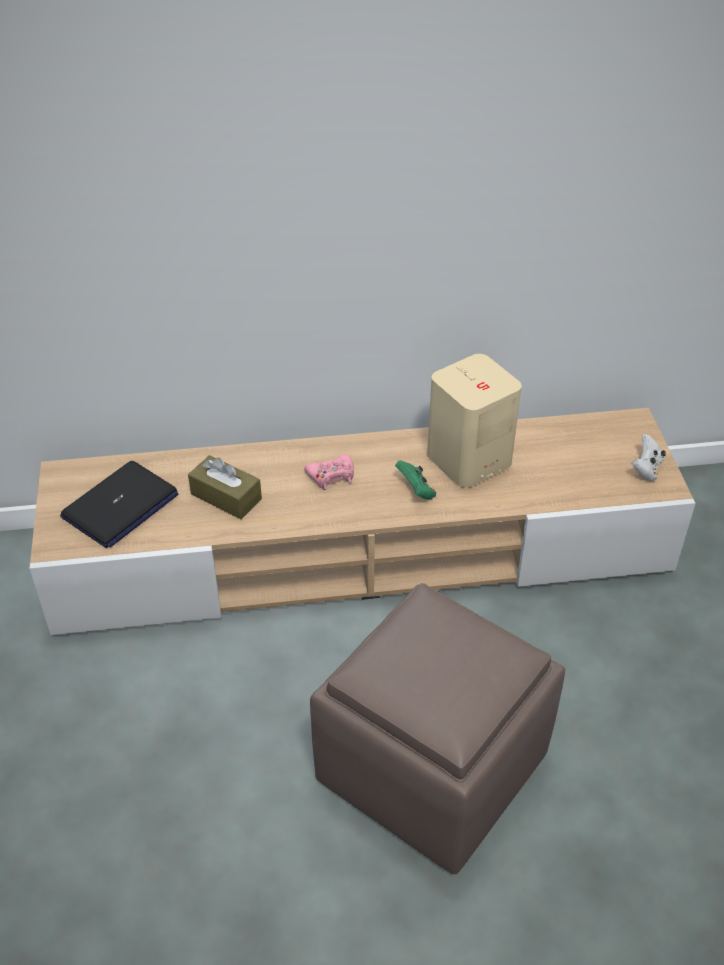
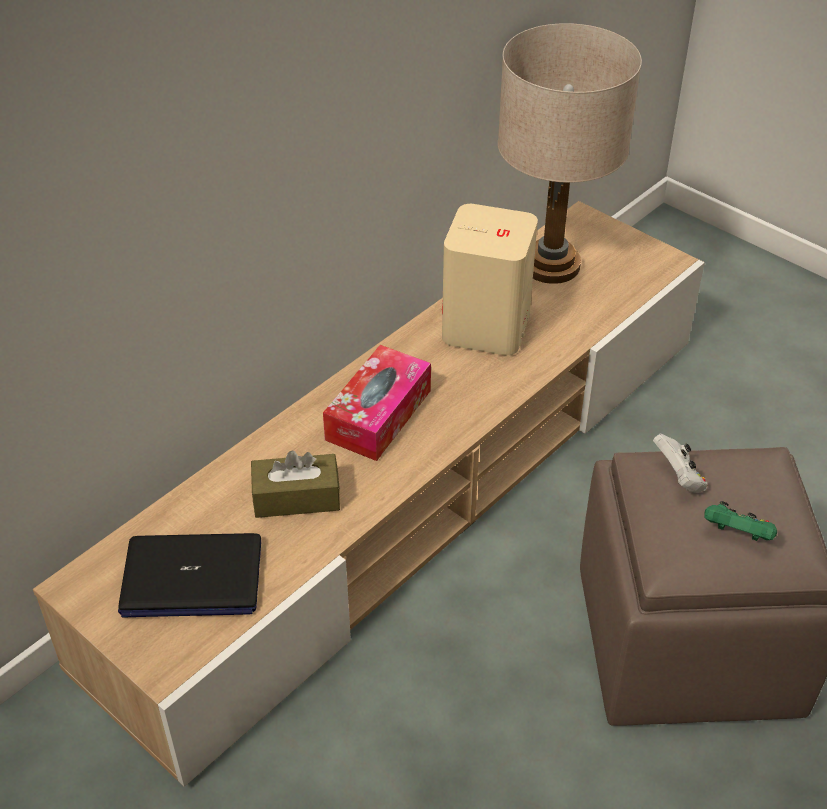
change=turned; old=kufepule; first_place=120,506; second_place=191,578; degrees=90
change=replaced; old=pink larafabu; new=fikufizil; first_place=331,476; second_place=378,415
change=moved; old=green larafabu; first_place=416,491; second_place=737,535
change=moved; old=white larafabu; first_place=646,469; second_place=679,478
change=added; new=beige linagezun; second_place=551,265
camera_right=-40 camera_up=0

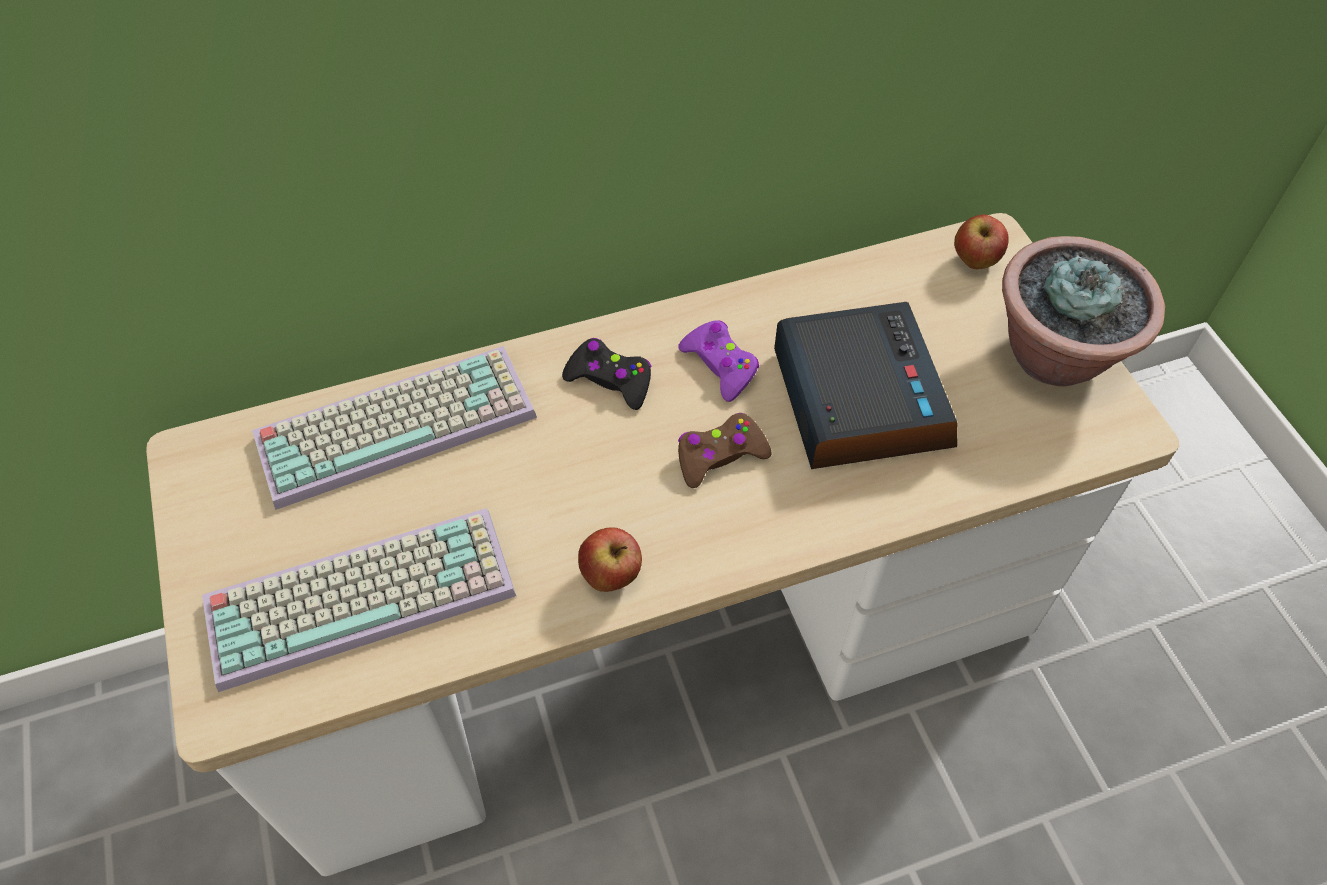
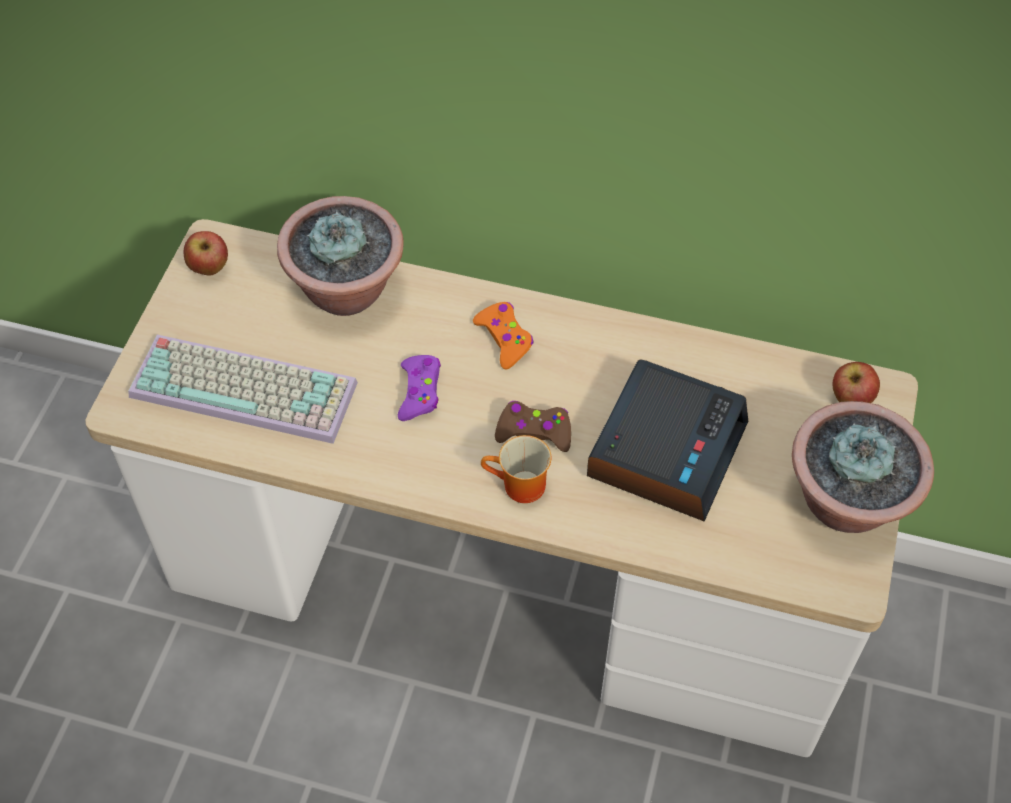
change=replaced; old=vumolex; new=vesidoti; first_place=398,422; second_place=347,291
change=recoloured; old=black larafabu; new=orange larafabu; first_place=610,380; second_place=504,339
change=moved; old=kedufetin; first_place=611,576; second_place=210,269
change=moved; old=purple larafabu; first_place=720,365; second_place=420,392
change=added; new=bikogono; second_place=519,488
camera_right=35 camera_up=0

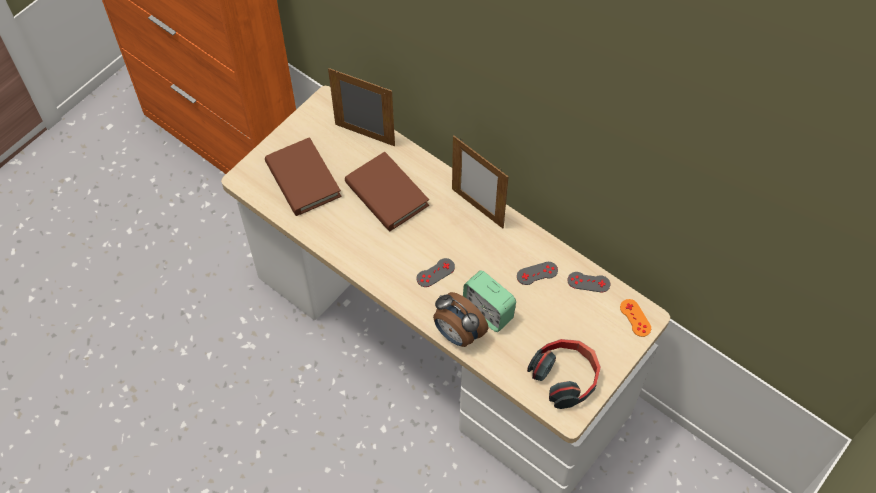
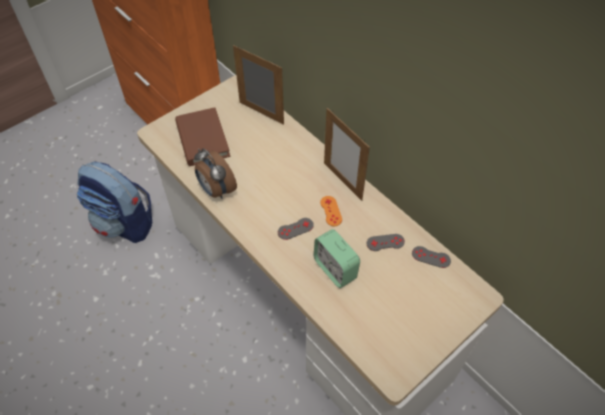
change=removed; old=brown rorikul; first_place=386,194
change=moved; old=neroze; first_place=457,334; second_place=216,190
change=removed; old=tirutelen; first_place=566,376
change=moved; old=orange larafabu; first_place=635,318; second_place=331,211
change=added; new=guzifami; second_place=124,223
camera_right=10 camera_up=-5

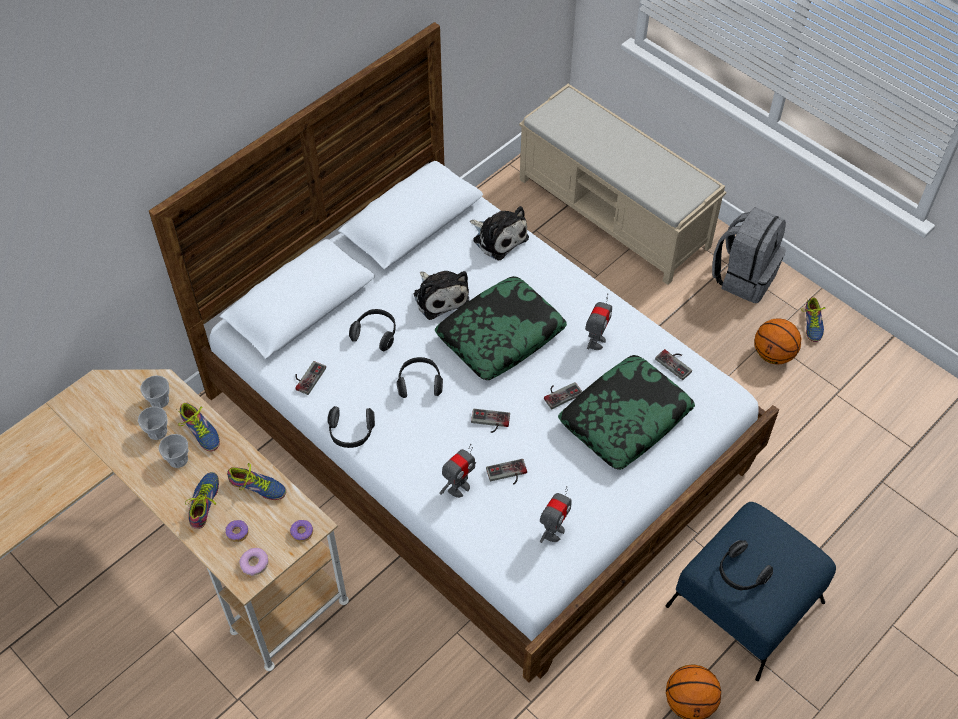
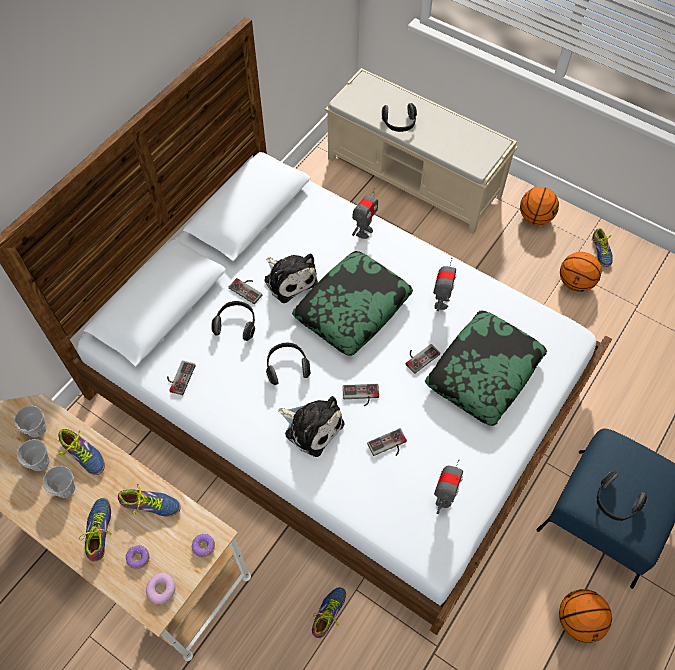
change=moved; old=tirutelen; first_place=351,433; second_place=399,124
change=moved; old=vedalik; first_place=459,488; second_place=364,231
change=moved; old=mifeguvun; first_place=498,237; second_place=311,426
change=moved; old=larafabu; first_place=676,363; second_place=248,289
change=replaced; old=grey guzifami; new=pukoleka; first_place=744,276; second_place=535,217
change=added; new=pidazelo; second_place=330,614
camera_right=-10 camera_up=5

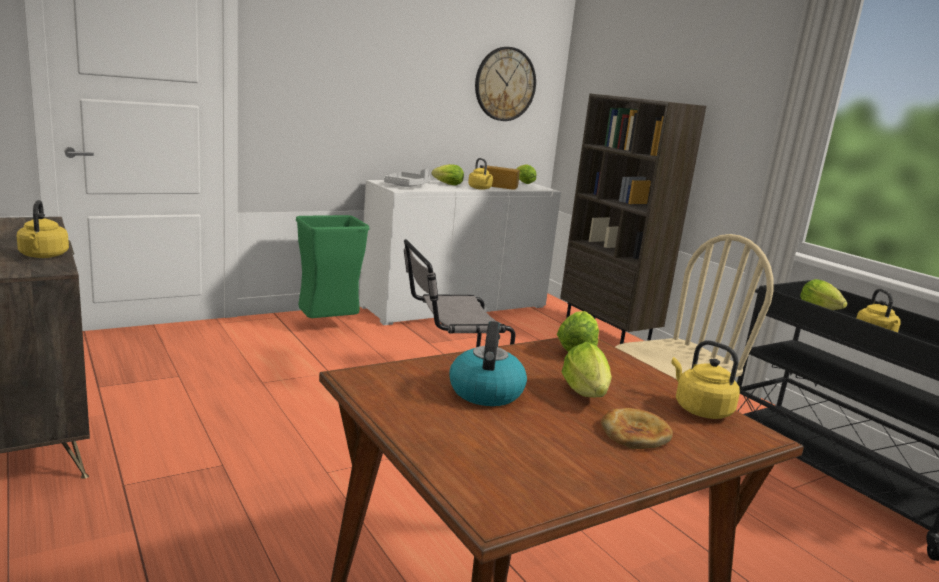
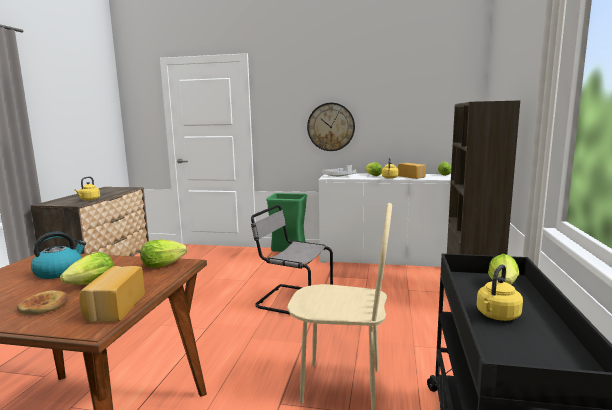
change=moved; old=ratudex; first_place=505,84; second_place=331,127
change=replaced; old=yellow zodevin; new=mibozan; first_place=700,409; second_place=114,307
camera_right=45 camera_up=-5

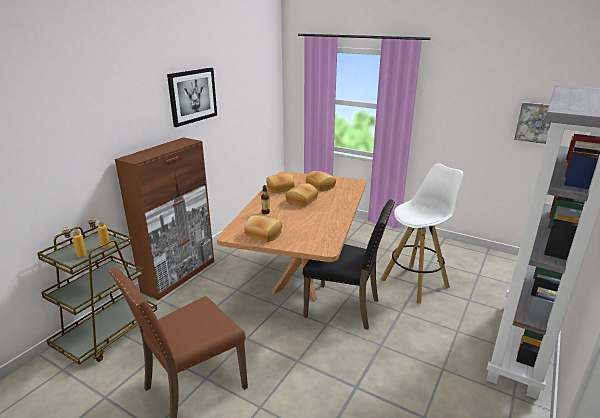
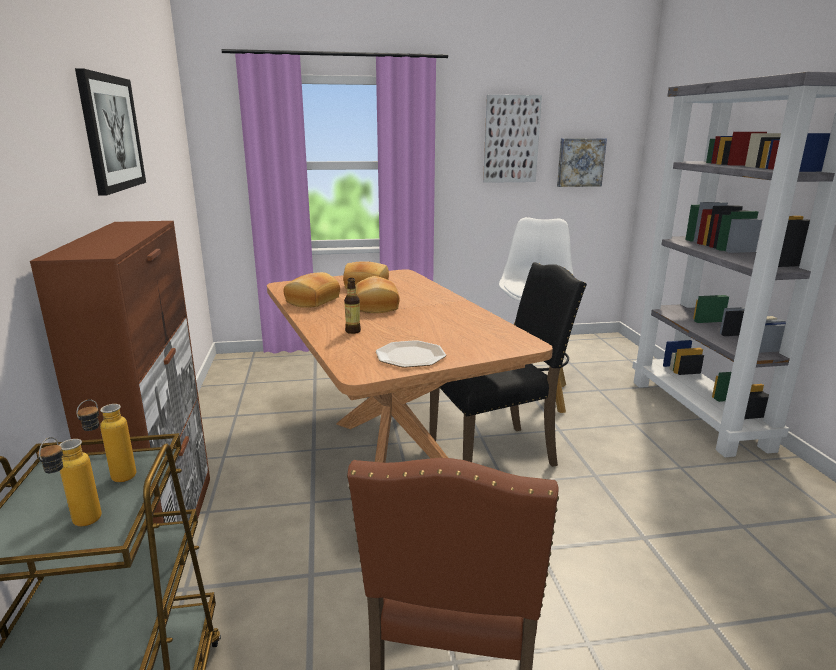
change=replaced; old=mibozan; new=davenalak; first_place=263,235; second_place=410,356
change=added; new=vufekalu; second_place=511,139
camera_right=-40 camera_up=-5

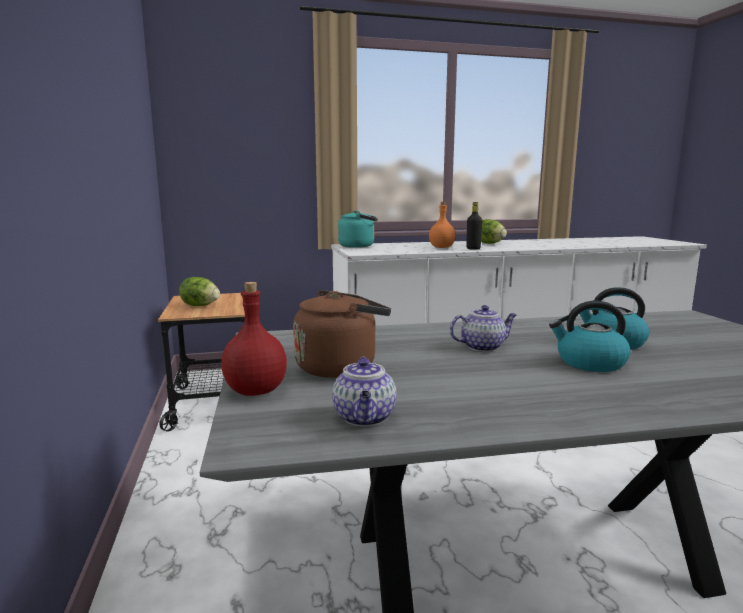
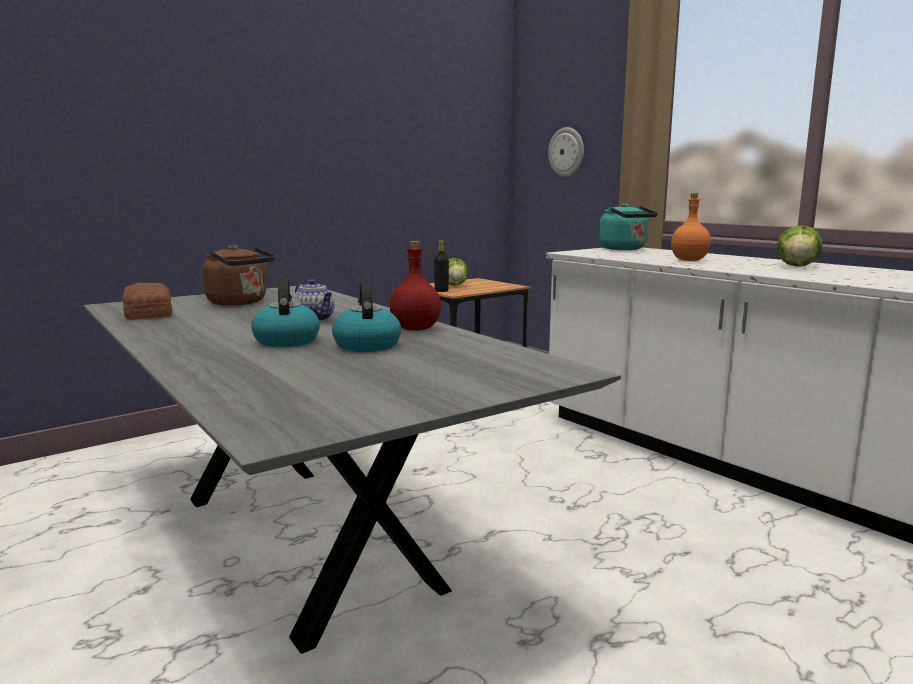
change=moved; old=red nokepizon; first_place=257,391; second_place=416,329
change=replaced; old=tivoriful; new=mibozan; first_place=365,418; second_place=147,313
change=moved; old=black nokepizon; first_place=473,248; second_place=441,291
change=added; new=ratudex; second_place=566,152
camera_right=65 camera_up=0

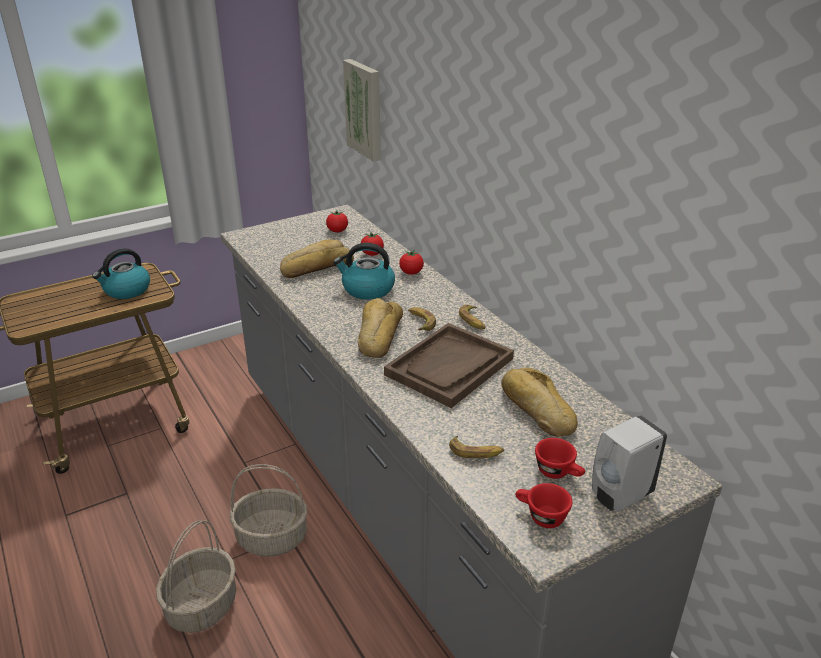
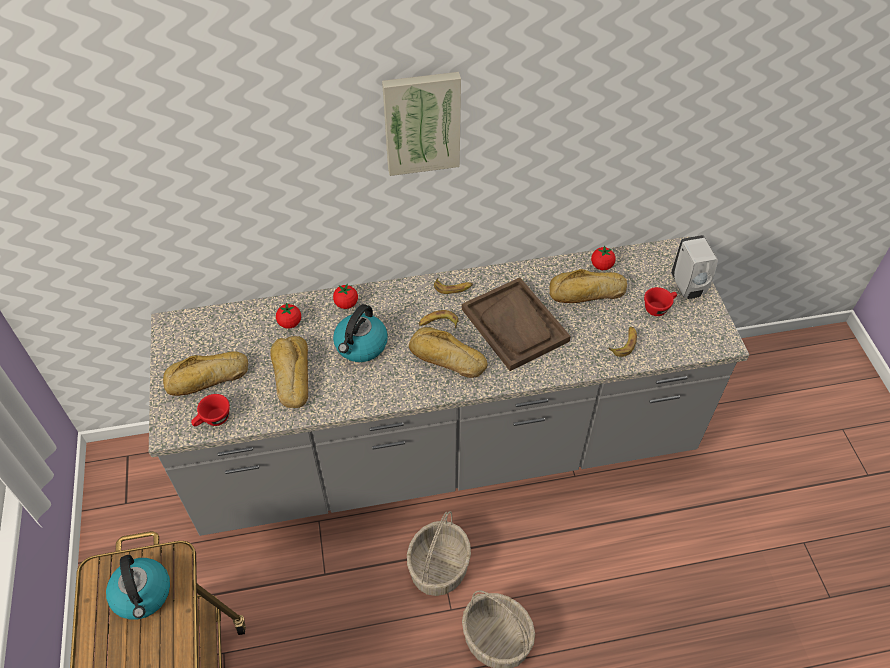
change=moved; old=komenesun; first_place=337,231; second_place=601,266
change=moved; old=vufekalu; first_place=365,109; second_place=421,122
change=moved; old=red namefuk; first_place=540,516; second_place=213,420
change=added; new=mibozan; second_place=208,379
camera_right=-70 camera_up=20

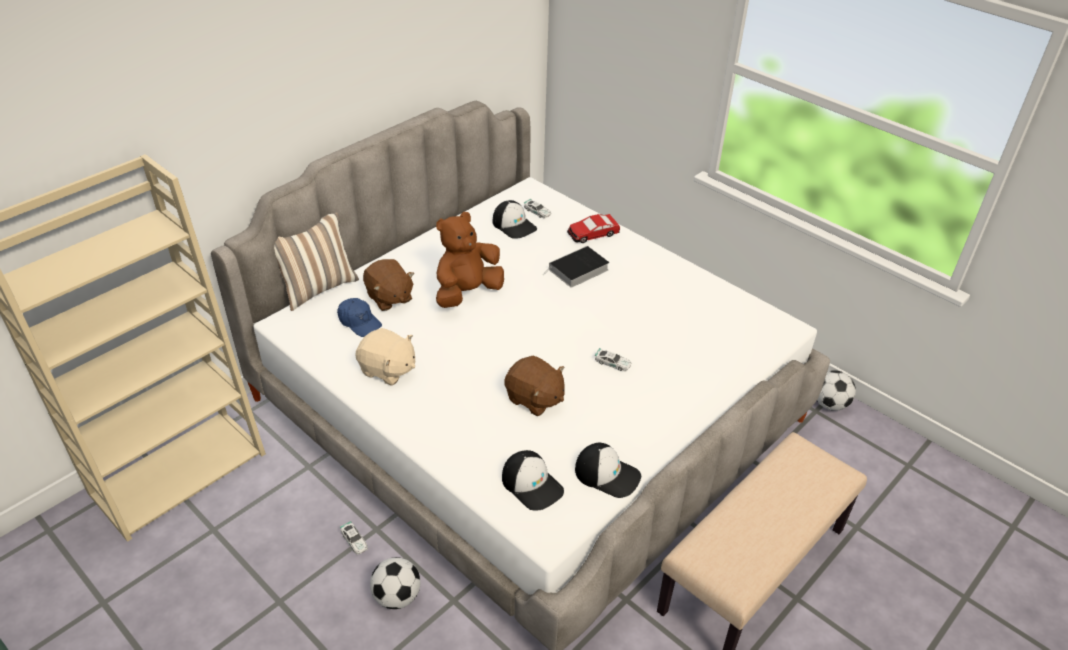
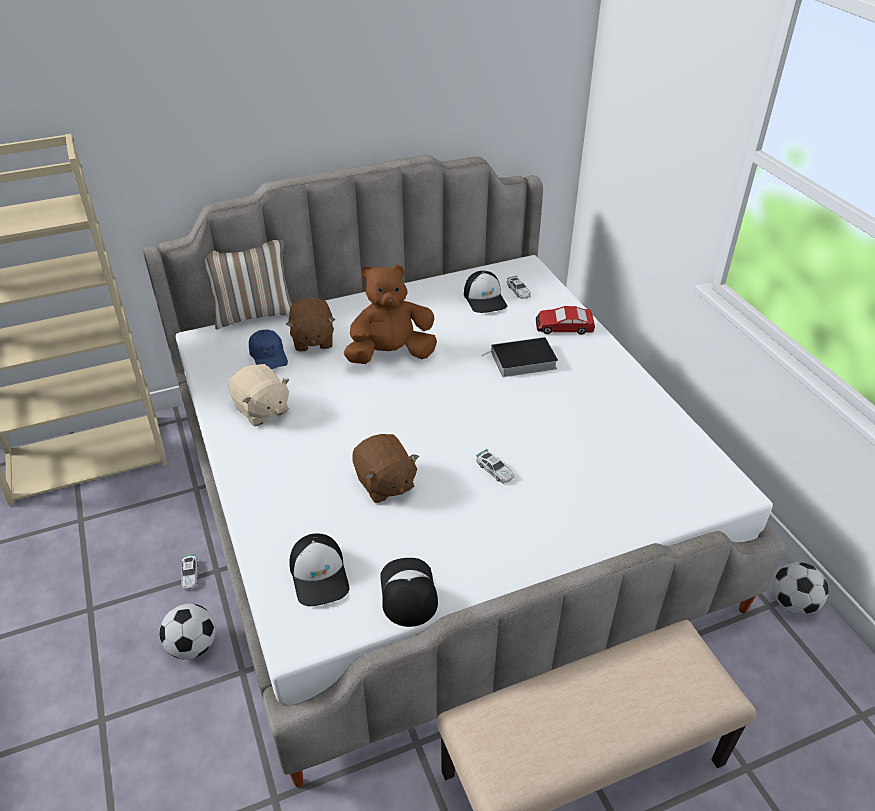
change=turned; old=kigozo; first_place=607,474; second_place=407,592; degrees=-150
camera_right=25 camera_up=0

